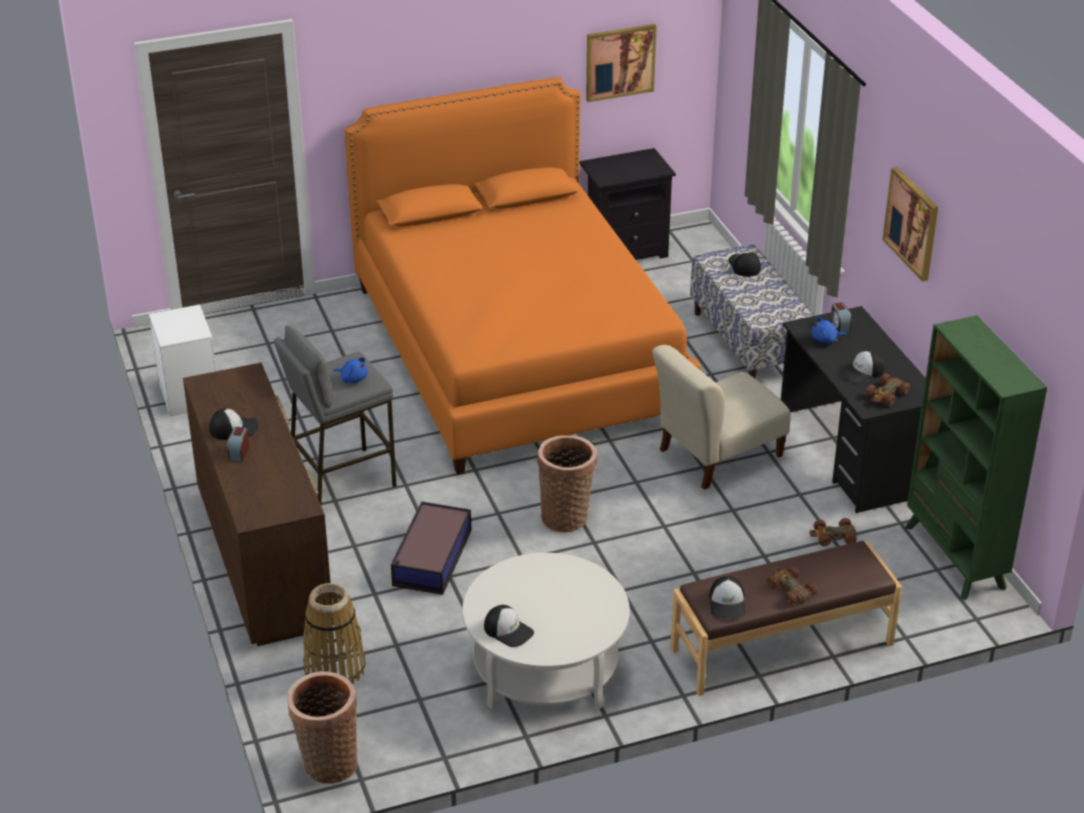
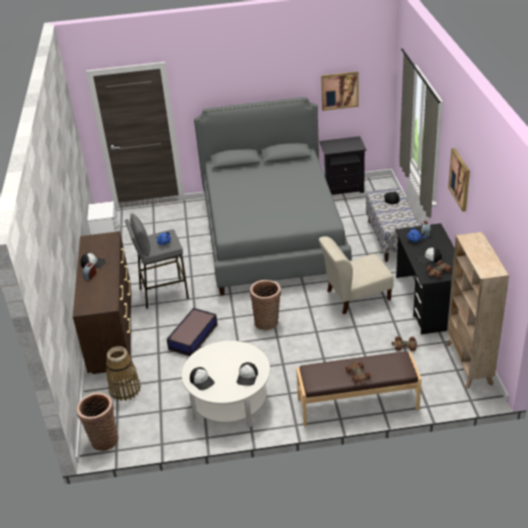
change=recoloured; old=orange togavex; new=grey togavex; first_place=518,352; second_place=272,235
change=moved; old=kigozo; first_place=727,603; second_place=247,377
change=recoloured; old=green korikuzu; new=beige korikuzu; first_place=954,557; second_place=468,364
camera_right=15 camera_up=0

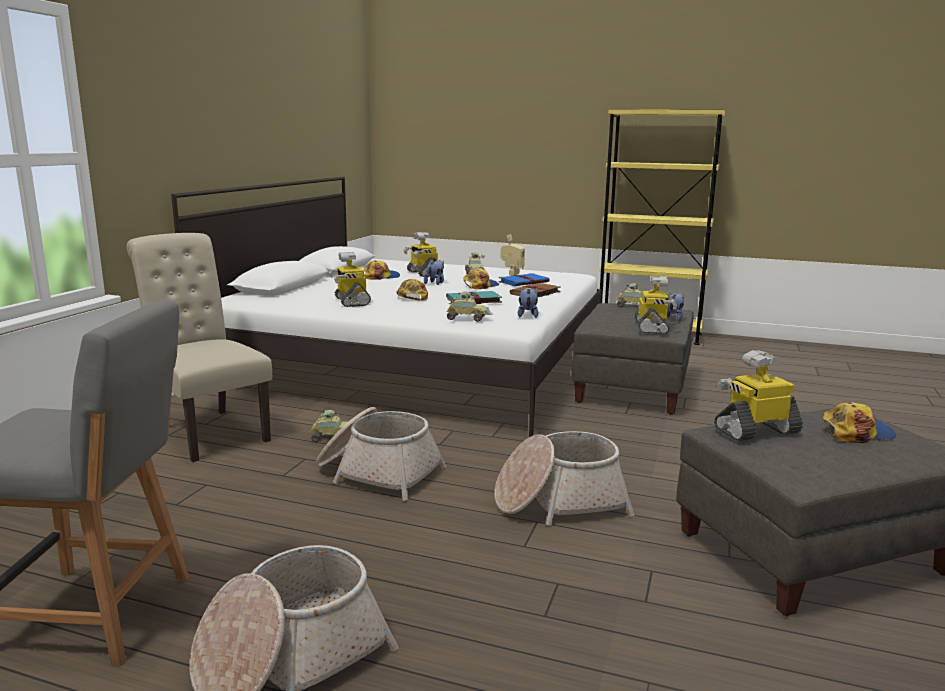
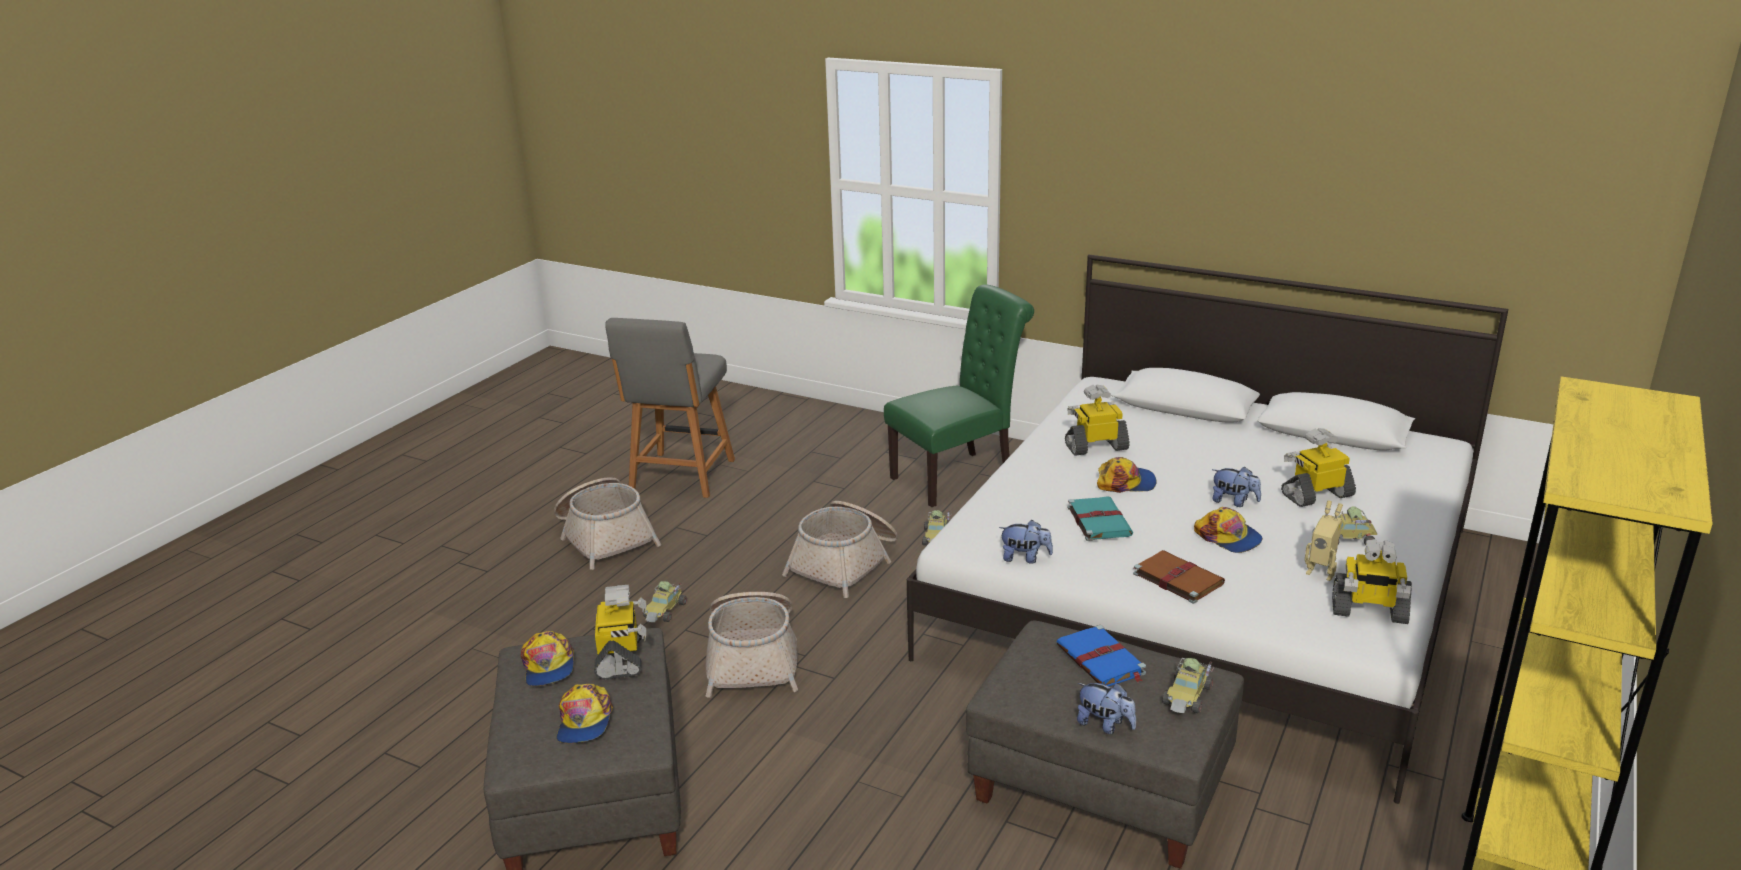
change=recoloured; old=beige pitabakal; new=green pitabakal; first_place=207,431; second_place=958,476
change=moved; old=kigozo; first_place=381,276; second_place=548,666
change=moved; old=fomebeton; first_place=468,318; second_place=665,611
change=moved; old=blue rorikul; first_place=524,282; second_place=1101,660
change=moved; old=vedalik; first_place=652,328; second_place=1368,611
camera_right=100 camera_up=10

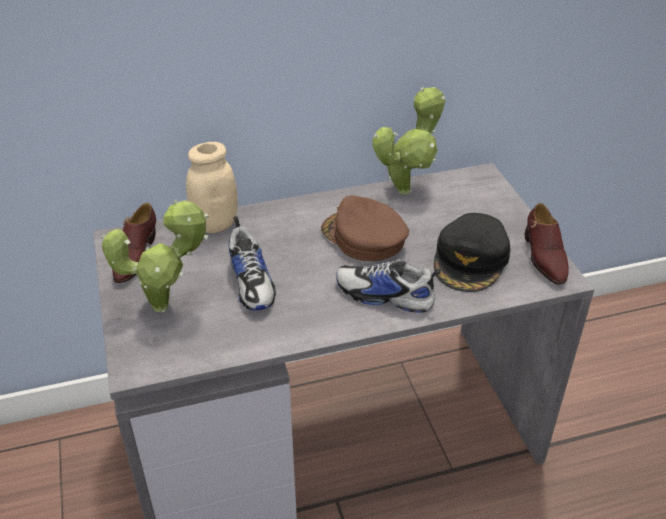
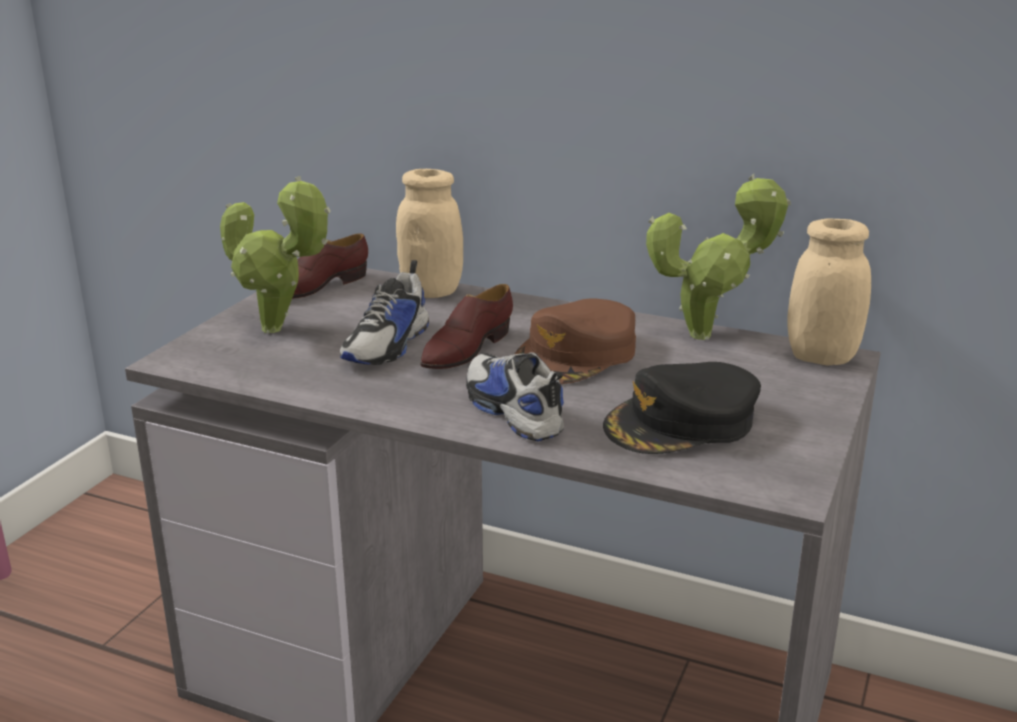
change=turned; old=brown kigozo; first_place=363,237; second_place=576,355; degrees=-135
change=moved; old=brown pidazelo; first_place=544,257; second_place=466,349
change=added; new=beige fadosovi; second_place=821,357
camera_right=40 camera_up=-15

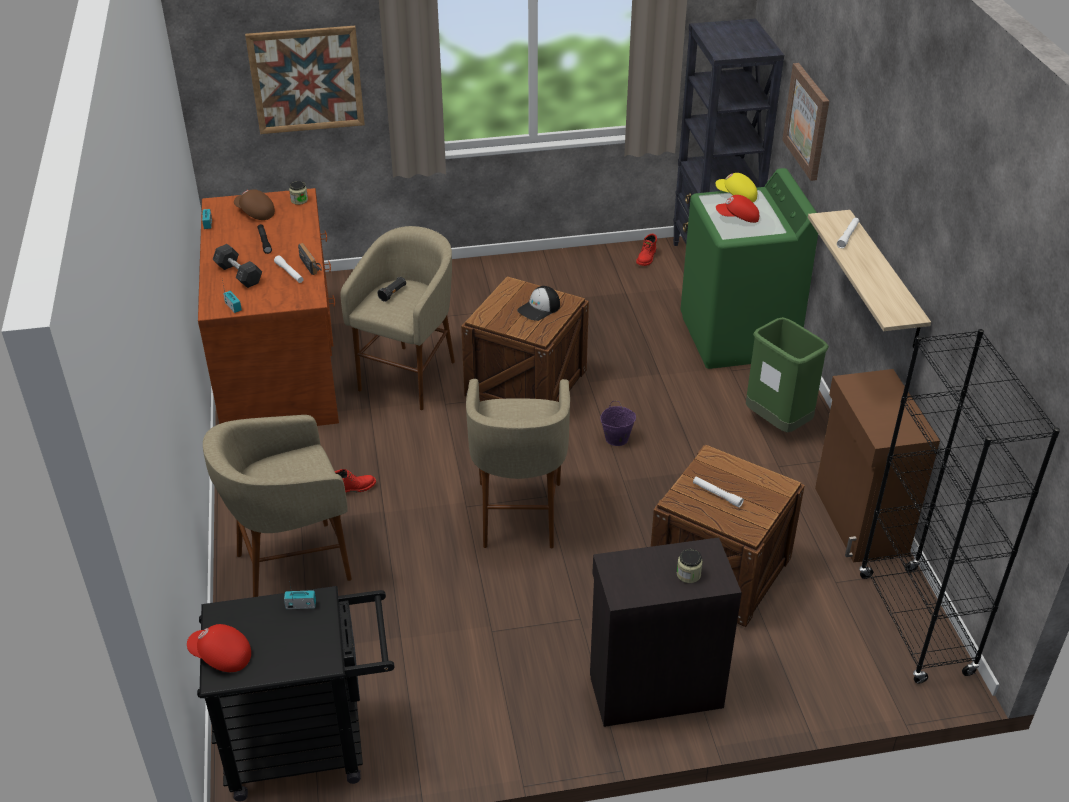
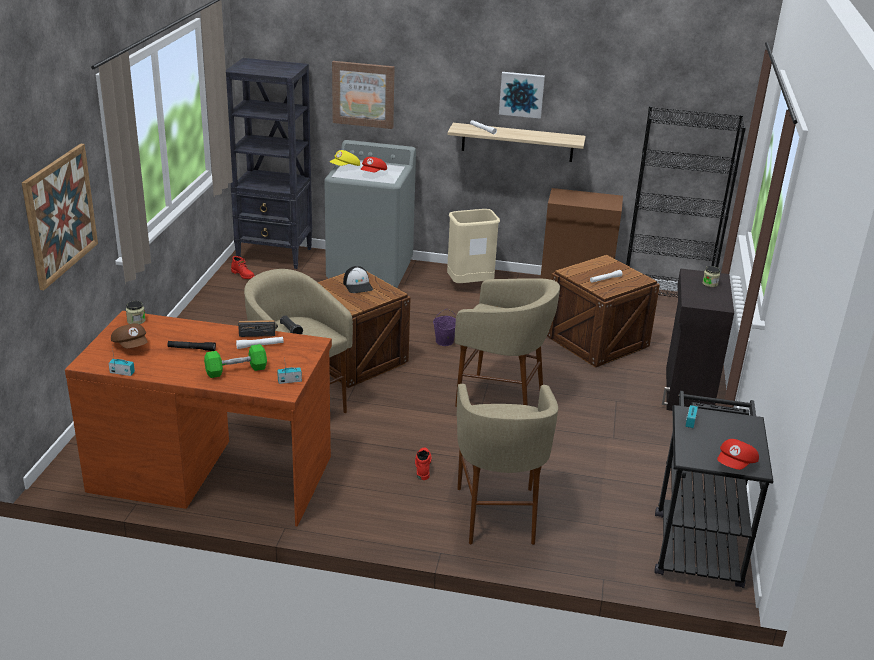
change=recoloured; old=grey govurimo; new=green govurimo; first_place=238,274; second_place=236,370
change=turned; old=brown kigozo; first_place=255,213; second_place=131,345; degrees=-90
change=recoloured; old=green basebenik; new=grey basebenik; first_place=738,337; second_place=370,271
change=recoloured; old=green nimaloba; new=beige nimaloba; first_place=777,423; second_place=470,285
change=added; new=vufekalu; second_place=521,94
camera_right=-70 camera_up=-10

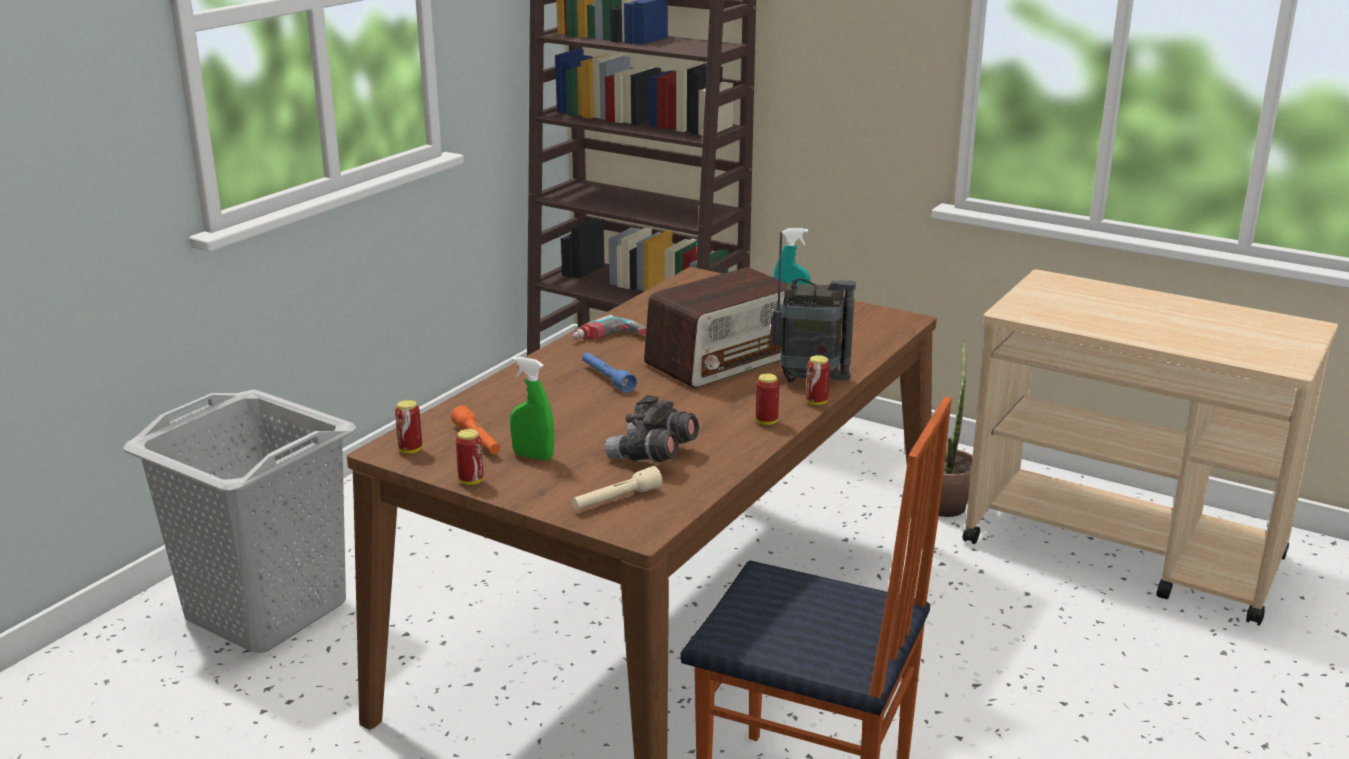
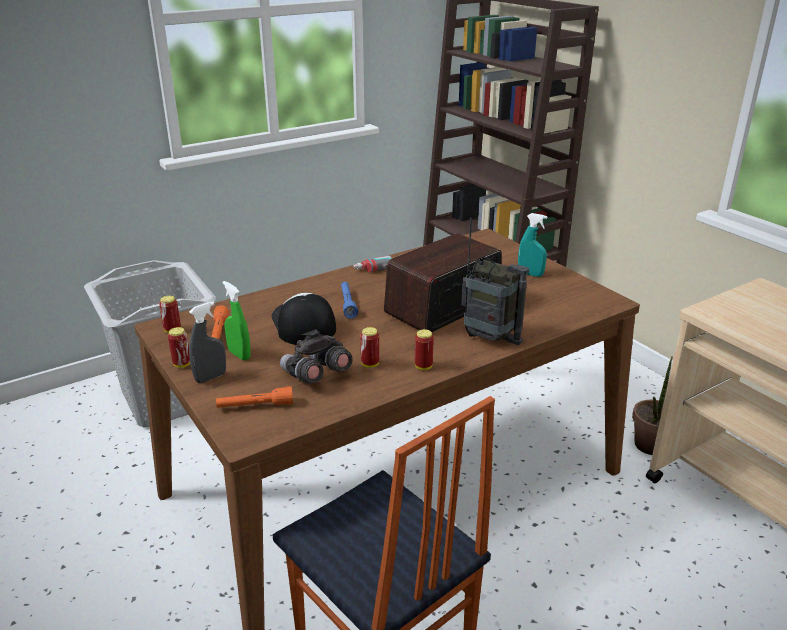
change=recoloured; old=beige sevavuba; new=orange sevavuba; first_place=616,500; second_place=255,406
change=turned; old=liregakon; first_place=724,359; second_place=443,306; degrees=150
change=moved; old=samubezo; first_place=816,402; second_place=370,364
change=added; new=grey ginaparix; second_place=210,377
change=added; new=kigozo; second_place=302,324
camera_right=25 camera_up=5

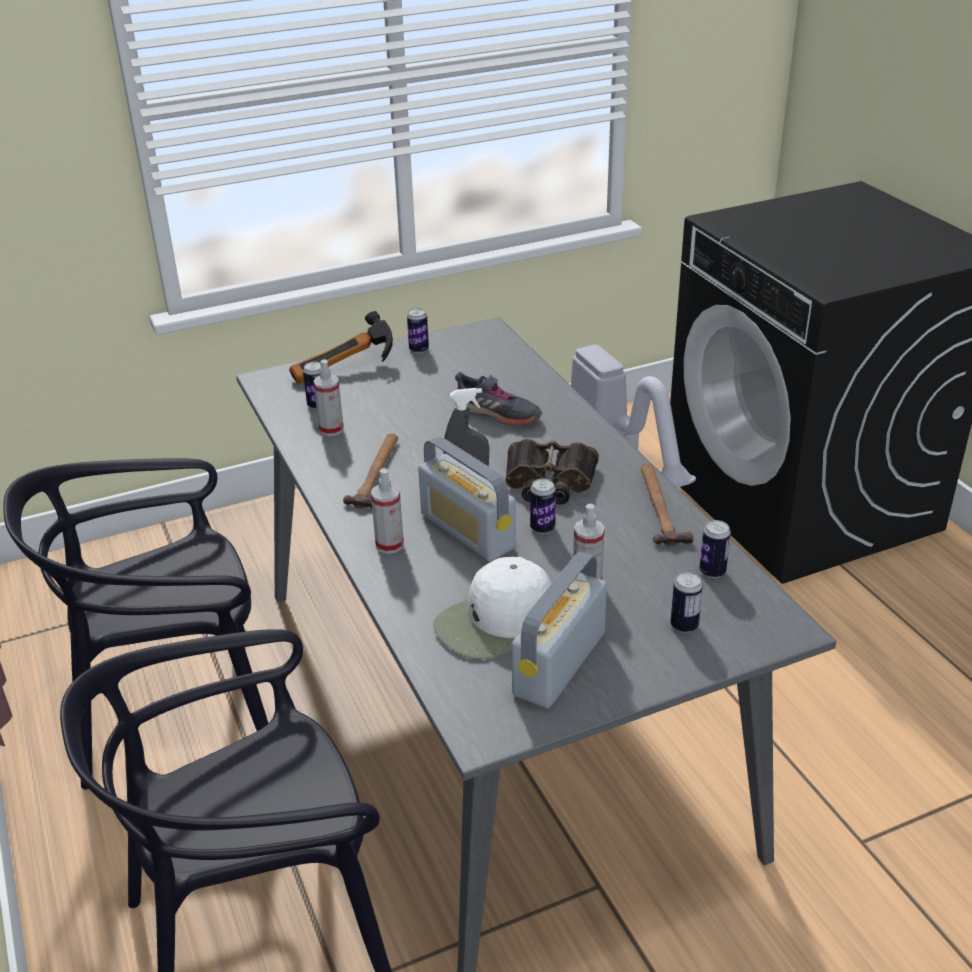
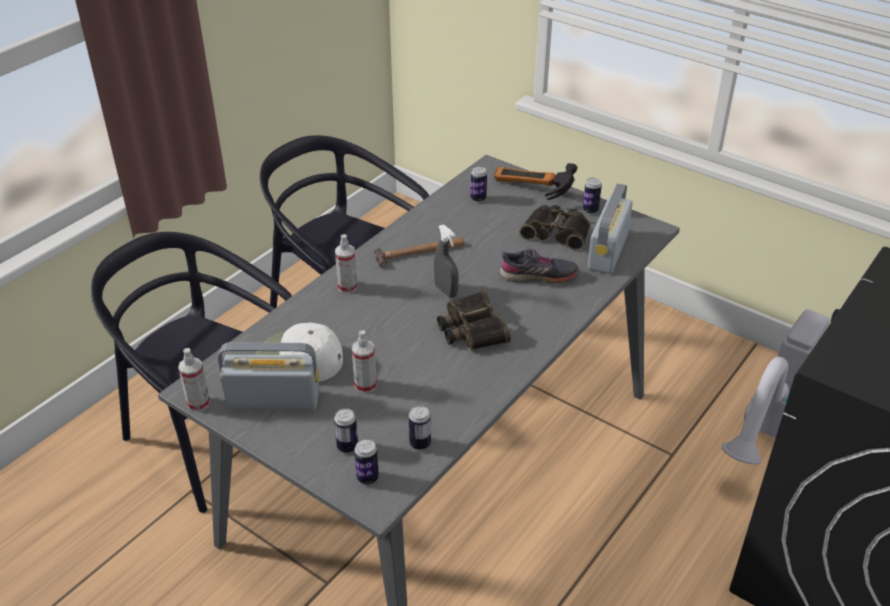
change=moved; old=ginaparix; first_place=331,429; second_place=198,403
change=moved; old=liregakon; first_place=467,531; second_place=608,251
change=turned; old=grey pidazelo; first_place=498,413; second_place=538,275; degrees=-90
change=moved; old=samubezo; first_place=542,528; second_place=367,478
change=removed; old=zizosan; first_place=660,507
change=added; new=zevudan; second_place=557,232
camera_right=60 camera_up=5

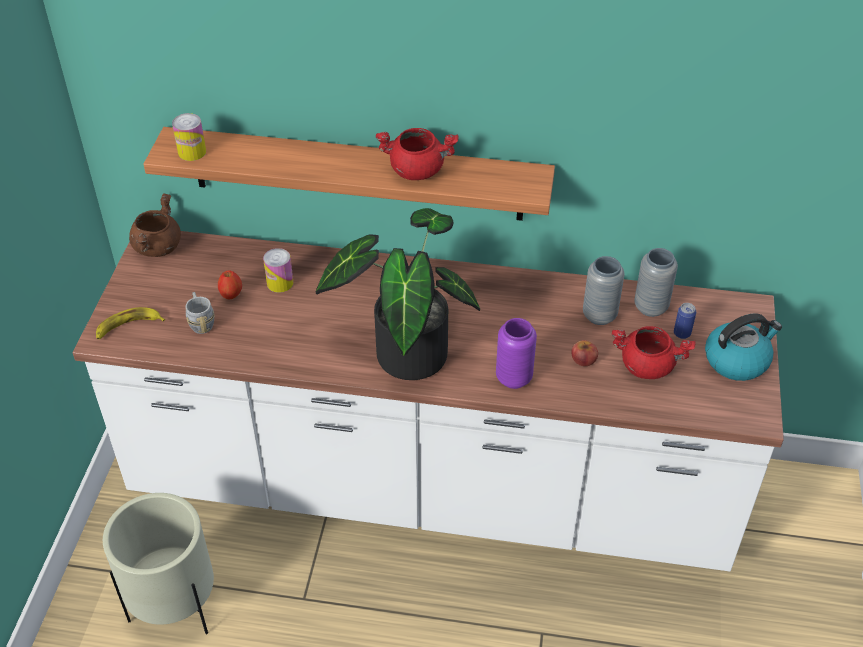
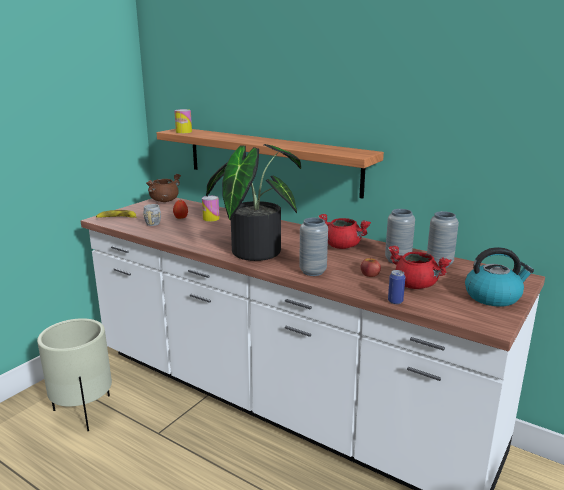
change=moved; old=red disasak; first_place=417,170; second_place=343,246
change=recoloured; old=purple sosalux; new=grey sosalux; first_place=513,378; second_place=313,272
change=moved; old=samubezo; first_place=682,333; second_place=395,301
camera_right=25 camera_up=-25

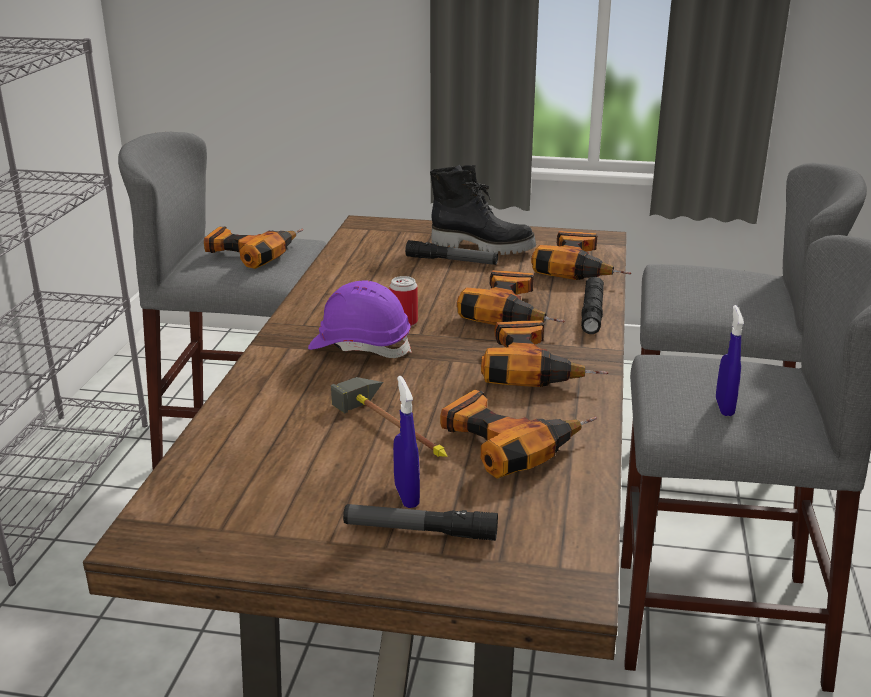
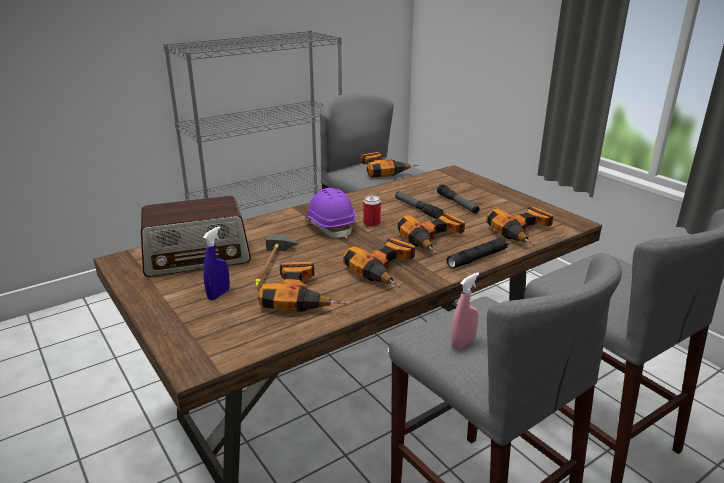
change=moved; old=sevavuba; first_place=420,531; second_place=417,209
change=removed; old=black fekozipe; first_place=483,246
change=recoloured; old=blue ginaparix; new=pink ginaparix; first_place=724,407; second_place=463,343
change=added; new=liregakon; second_place=197,257
camera_right=45 camera_up=0

